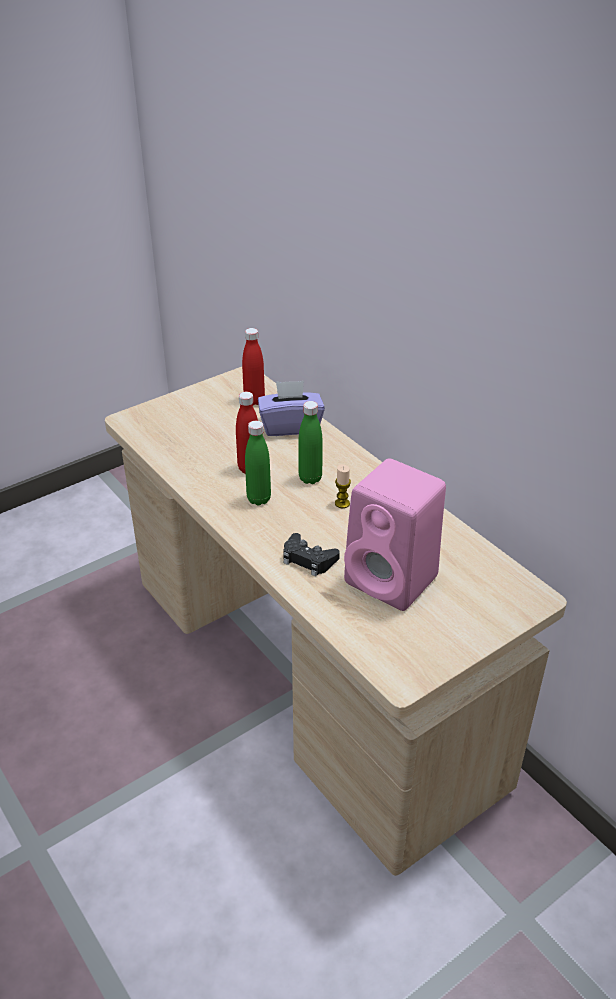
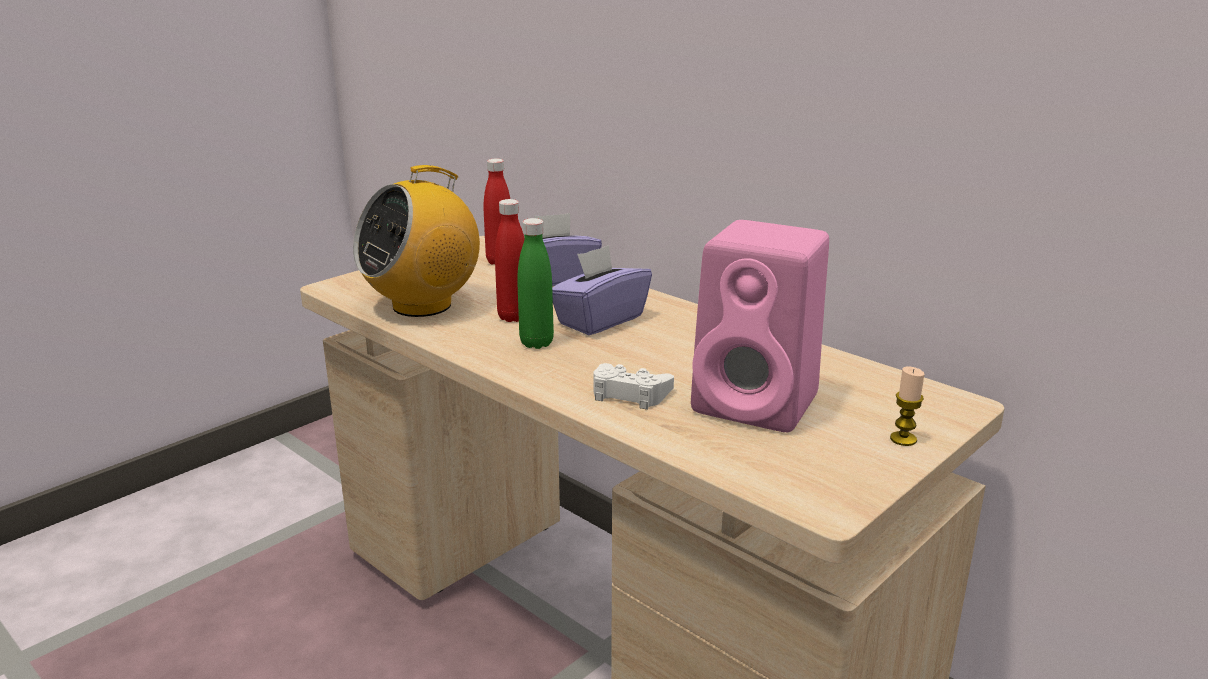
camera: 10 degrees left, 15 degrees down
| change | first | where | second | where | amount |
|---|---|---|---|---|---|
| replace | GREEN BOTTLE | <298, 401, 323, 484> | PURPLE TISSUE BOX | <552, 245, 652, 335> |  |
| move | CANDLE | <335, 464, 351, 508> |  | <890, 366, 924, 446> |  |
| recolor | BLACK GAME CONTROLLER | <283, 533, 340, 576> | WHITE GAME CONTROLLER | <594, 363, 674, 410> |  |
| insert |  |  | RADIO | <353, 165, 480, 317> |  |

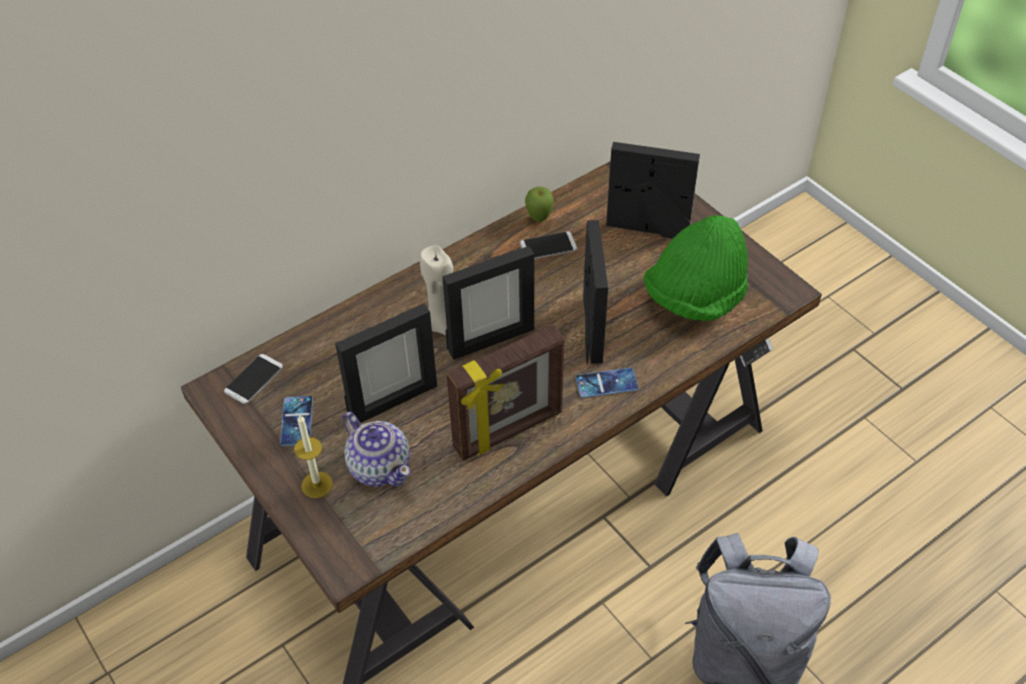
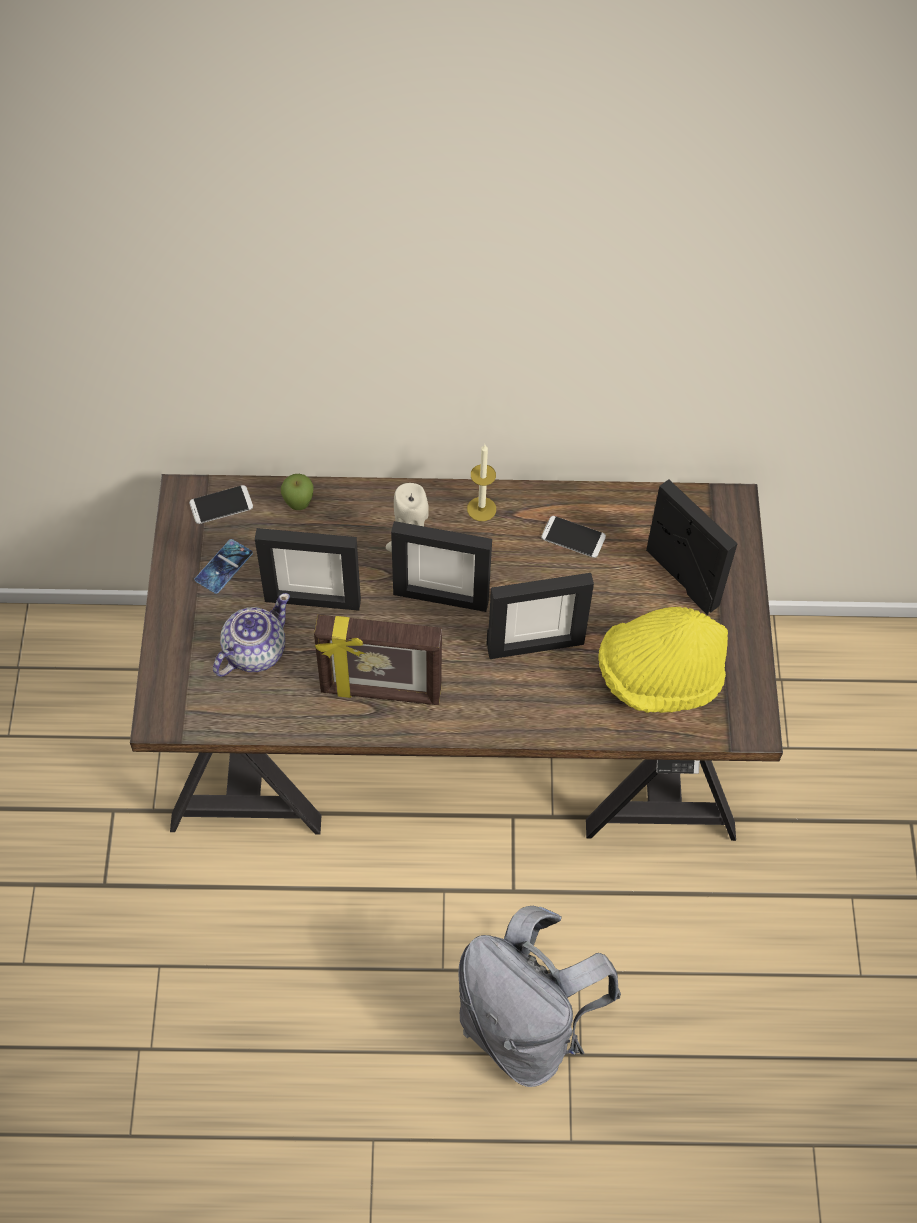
camera: 35 degrees right, 10 degrees up
| change | first | where | second | where | amount |
|---|---|---|---|---|---|
| move | APPLE | <525, 187, 554, 222> |  | <281, 474, 313, 510> |  |
| recolor | GREEN HAT | <644, 215, 748, 321> | YELLOW HAT | <598, 607, 728, 713> |  |
| rotate | PICTURE FRAME | <583, 220, 608, 364> |  | <486, 573, 594, 659> | 45 degrees clockwise |
| delete | PHONE | <576, 368, 639, 398> |  |  |  |
| rotate | TEAPOT | <342, 412, 410, 487> |  | <213, 593, 290, 677> | 135 degrees counterclockwise |
| move | CANDLE | <294, 414, 333, 498> |  | <467, 445, 496, 521> |  |

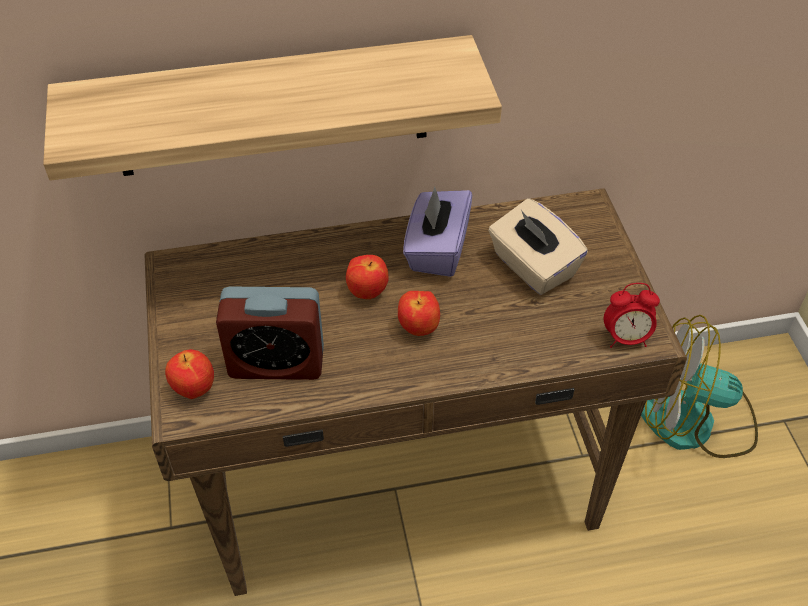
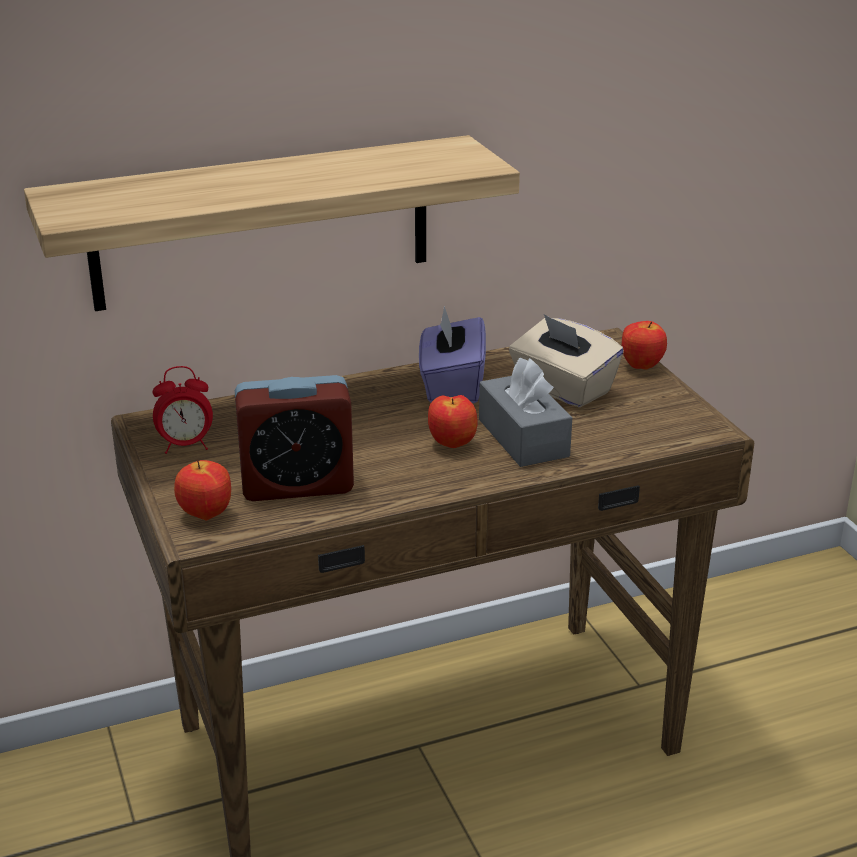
camera: 10 degrees left, 20 degrees down
| change | first | where | second | where | amount |
|---|---|---|---|---|---|
| move | APPLE | <346, 255, 389, 299> |  | <622, 321, 667, 370> |  |
| move | ALARM CLOCK | <604, 283, 660, 348> |  | <153, 366, 213, 454> |  |
| delete | FAN | <641, 315, 758, 458> |  |  |  |
| insert |  |  | GREY TISSUE BOX | <479, 358, 572, 467> |  |

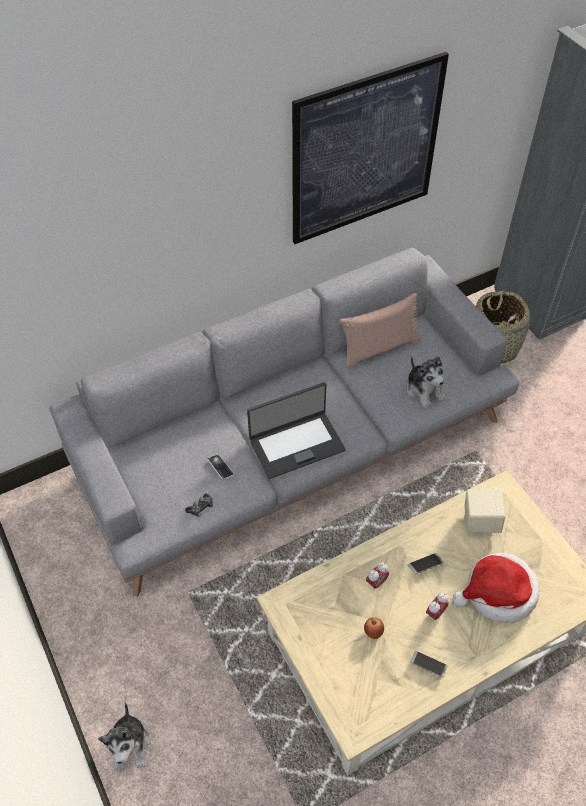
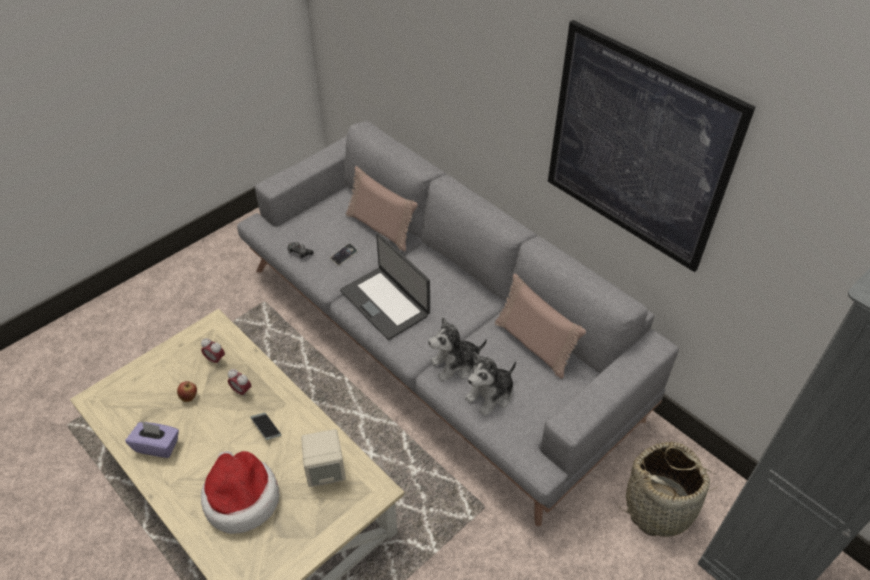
camera: 75 degrees right, 5 degrees down
| change | first | where | second | where | amount |
|---|---|---|---|---|---|
| move | ALARM CLOCK | <426, 593, 449, 622> |  | <201, 338, 225, 365> |  |
| replace | PHONE | <410, 651, 448, 678> | PURPLE TISSUE BOX | <125, 422, 179, 458> |  |
| move | PLUSH TOY | <98, 702, 151, 771> |  | <428, 317, 487, 381> |  |
| insert |  |  | BEIGE PILLOW | <345, 166, 418, 251> |  |

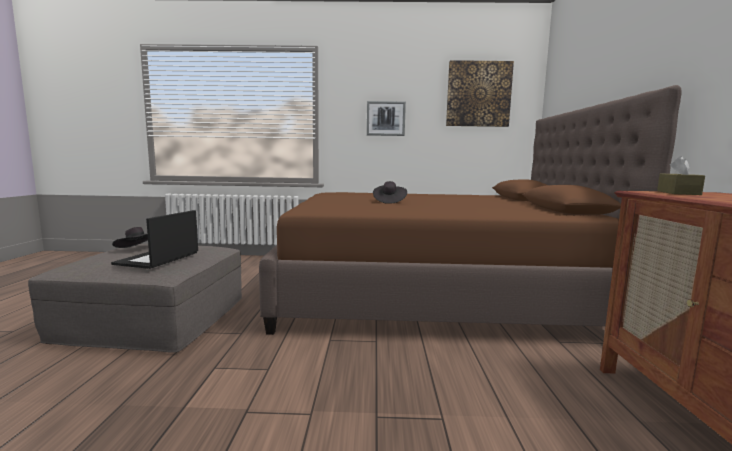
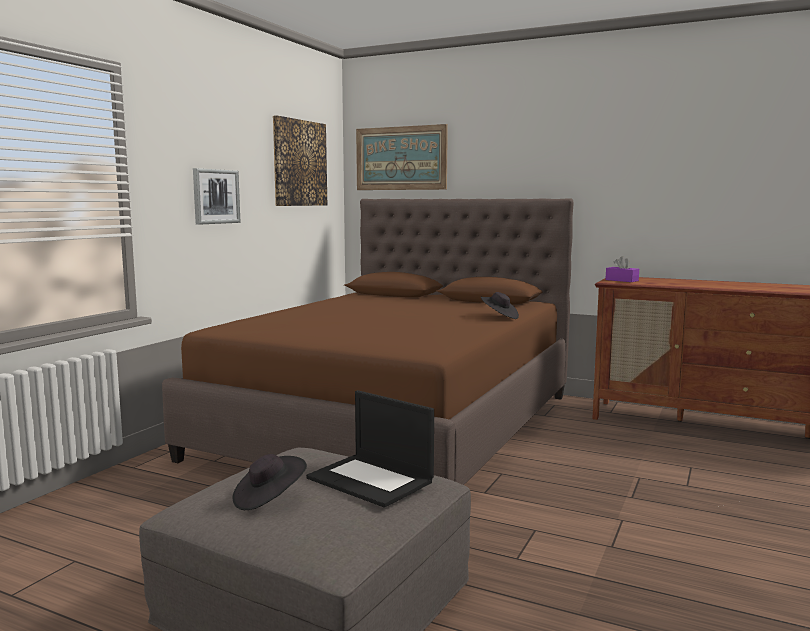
camera: 65 degrees left, 0 degrees up
| change | first | where | second | where | amount |
|---|---|---|---|---|---|
| recolor | BROWN TISSUE BOX | <657, 156, 705, 195> | PURPLE TISSUE BOX | <605, 256, 639, 282> |  |
| move | BLACK HAT | <373, 181, 407, 204> |  | <481, 292, 519, 319> |  |
| insert |  |  | PICTURE | <356, 124, 448, 190> |  |

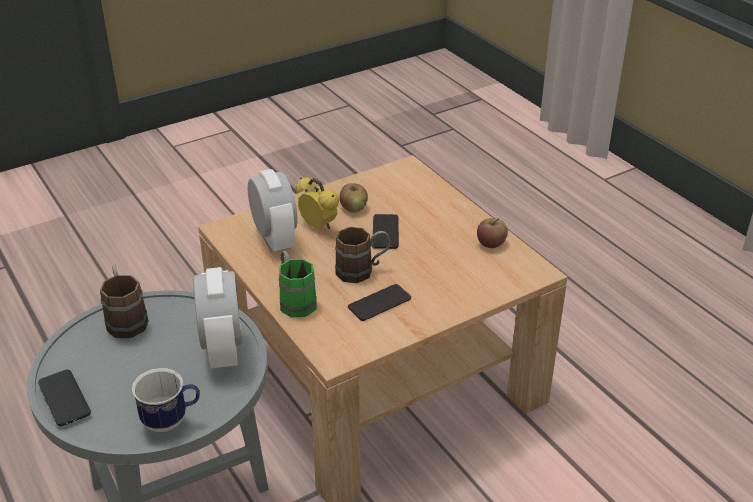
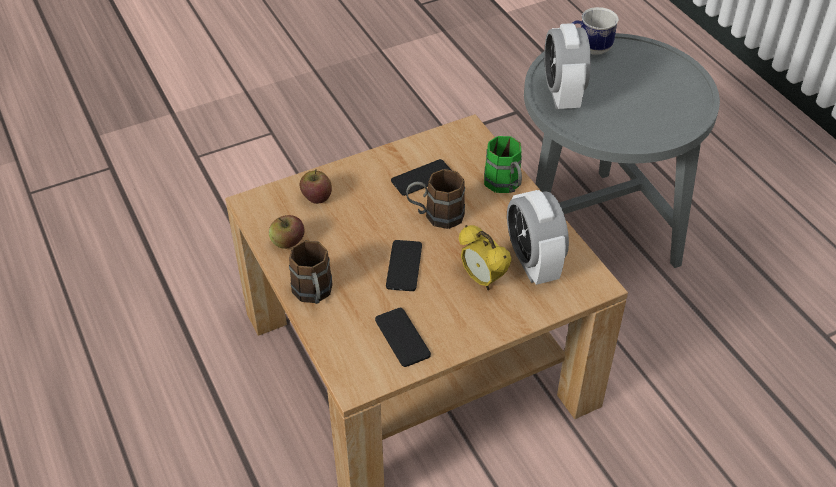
camera: 175 degrees left, 10 degrees up
| change | first | where | second | where | amount |
|---|---|---|---|---|---|
| move | APPLE | <339, 183, 368, 213> |  | <300, 169, 332, 204> |  |
| move | BROWN MUG | <100, 265, 149, 338> |  | <289, 241, 333, 304> |  |
| move | PHONE | <38, 369, 91, 426> |  | <375, 308, 431, 367> |  |

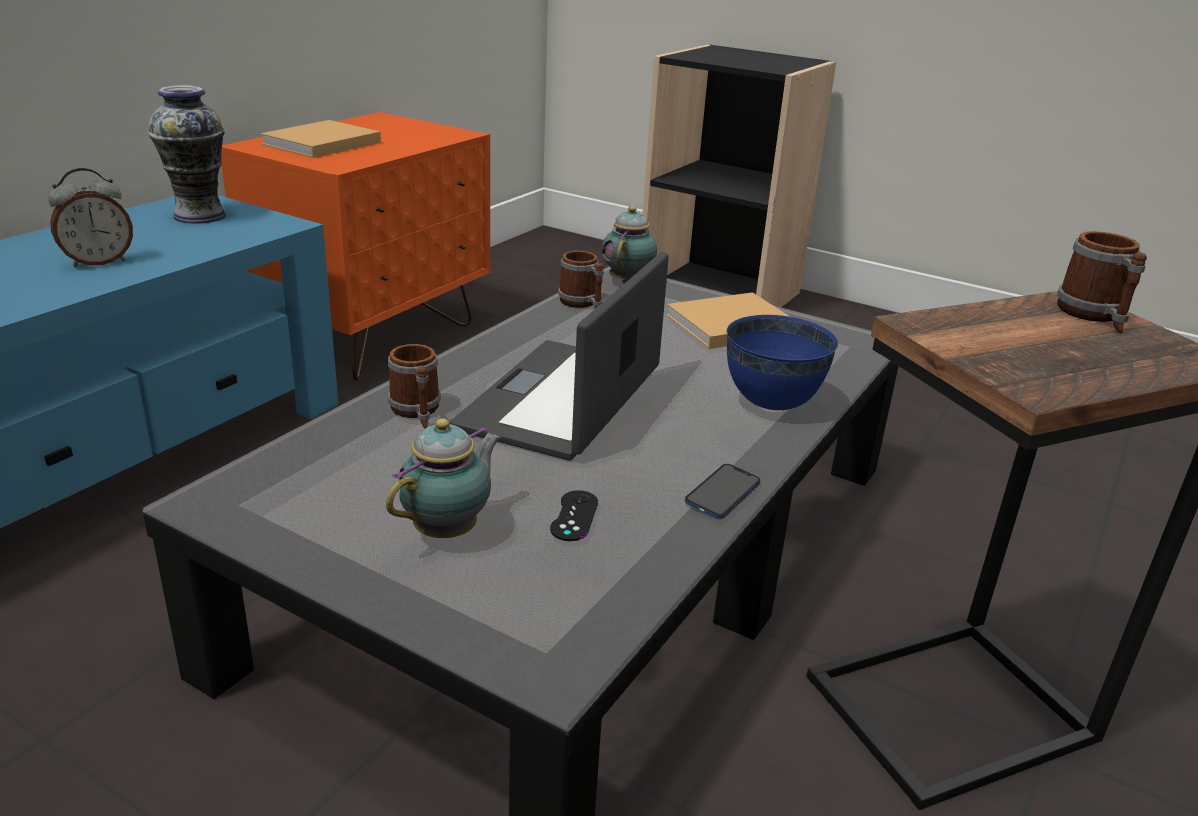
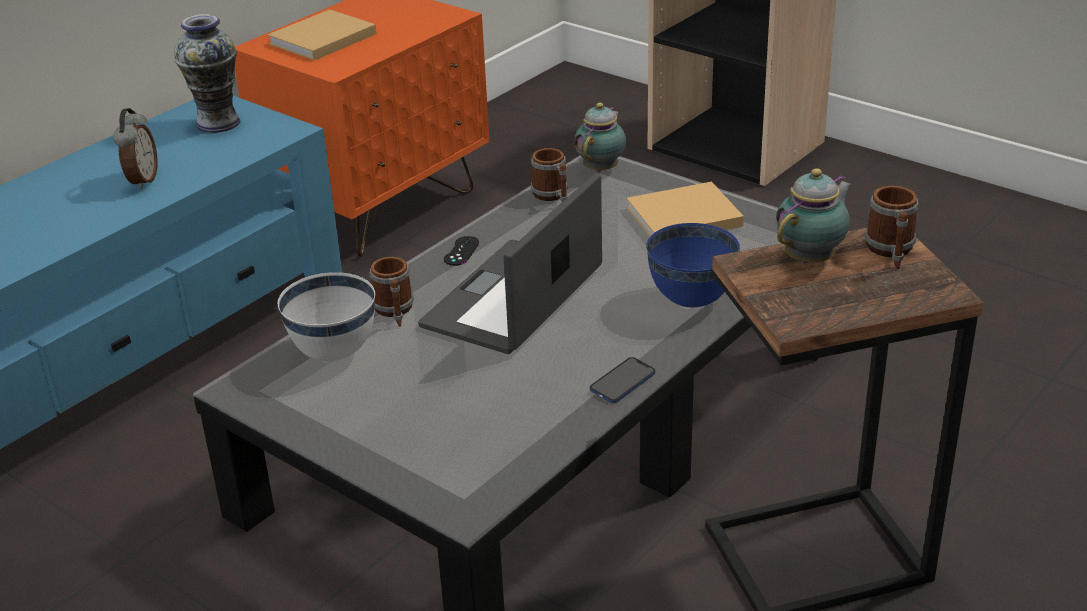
camera: 10 degrees right, 5 degrees up
| change | first | where | second | where | amount |
|---|---|---|---|---|---|
| rotate | ALARM CLOCK | <48, 168, 133, 268> |  | <113, 108, 157, 189> | 60 degrees counterclockwise |
| move | TEAPOT | <386, 418, 501, 538> |  | <776, 168, 853, 264> |  |
| move | BLACK GAME CONTROLLER | <550, 490, 598, 541> |  | <444, 236, 479, 266> |  |
| insert |  |  | WHITE BOWL | <277, 272, 375, 362> |  |

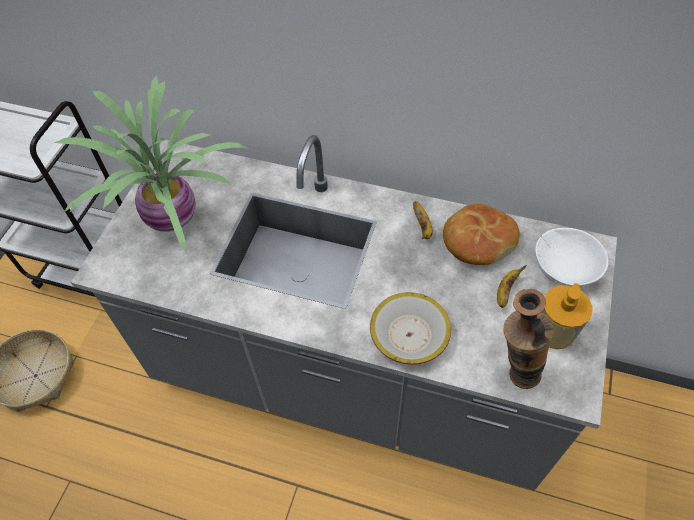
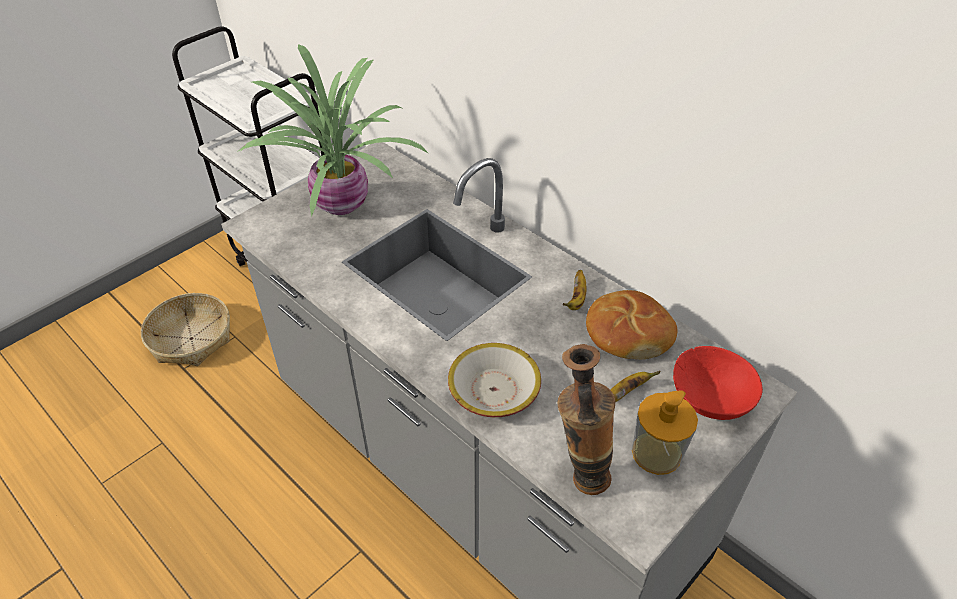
camera: 25 degrees right, 10 degrees down
| change | first | where | second | where | amount |
|---|---|---|---|---|---|
| recolor | WHITE BOWL | <535, 228, 608, 287> | RED BOWL | <673, 346, 763, 420> |  |

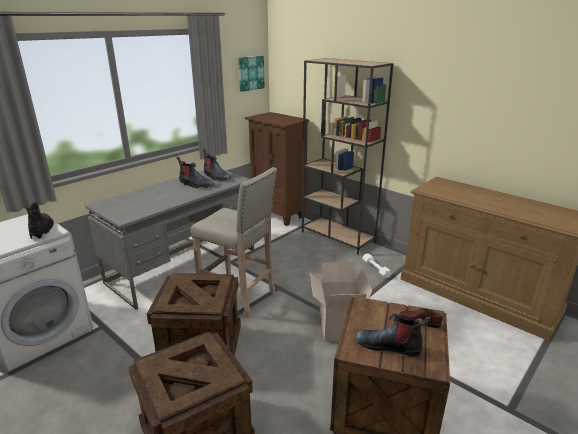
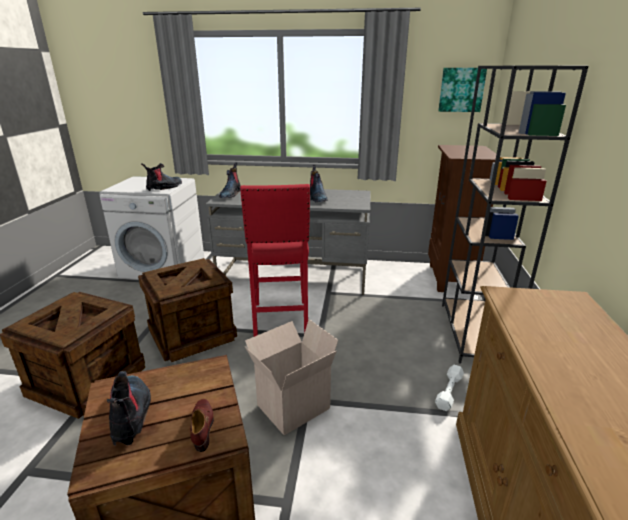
camera: 55 degrees right, 0 degrees up
| change | first | where | second | where | amount |
|---|---|---|---|---|---|
| move | BOOT | <203, 149, 231, 181> |  | <219, 162, 241, 198> |  |
| recolor | BEIGE STOOL | <190, 167, 278, 318> | RED STOOL | <240, 184, 310, 337> |  |

